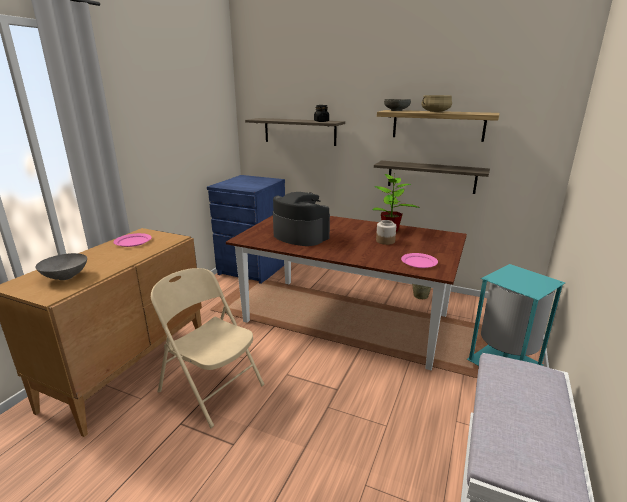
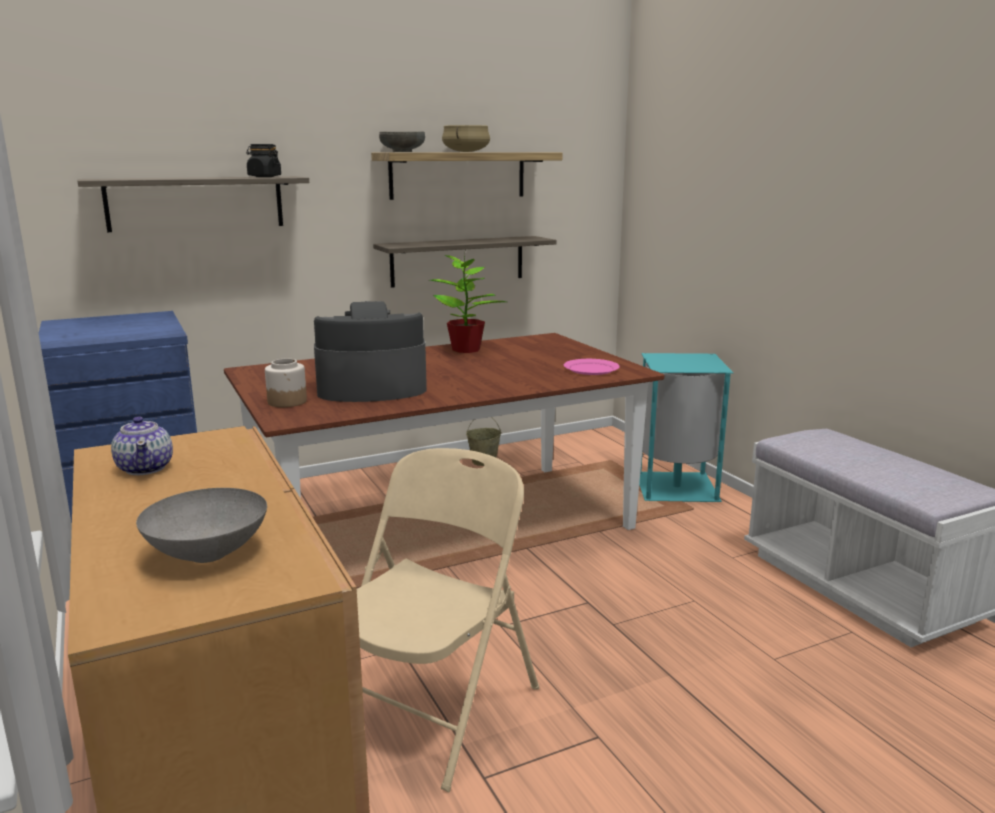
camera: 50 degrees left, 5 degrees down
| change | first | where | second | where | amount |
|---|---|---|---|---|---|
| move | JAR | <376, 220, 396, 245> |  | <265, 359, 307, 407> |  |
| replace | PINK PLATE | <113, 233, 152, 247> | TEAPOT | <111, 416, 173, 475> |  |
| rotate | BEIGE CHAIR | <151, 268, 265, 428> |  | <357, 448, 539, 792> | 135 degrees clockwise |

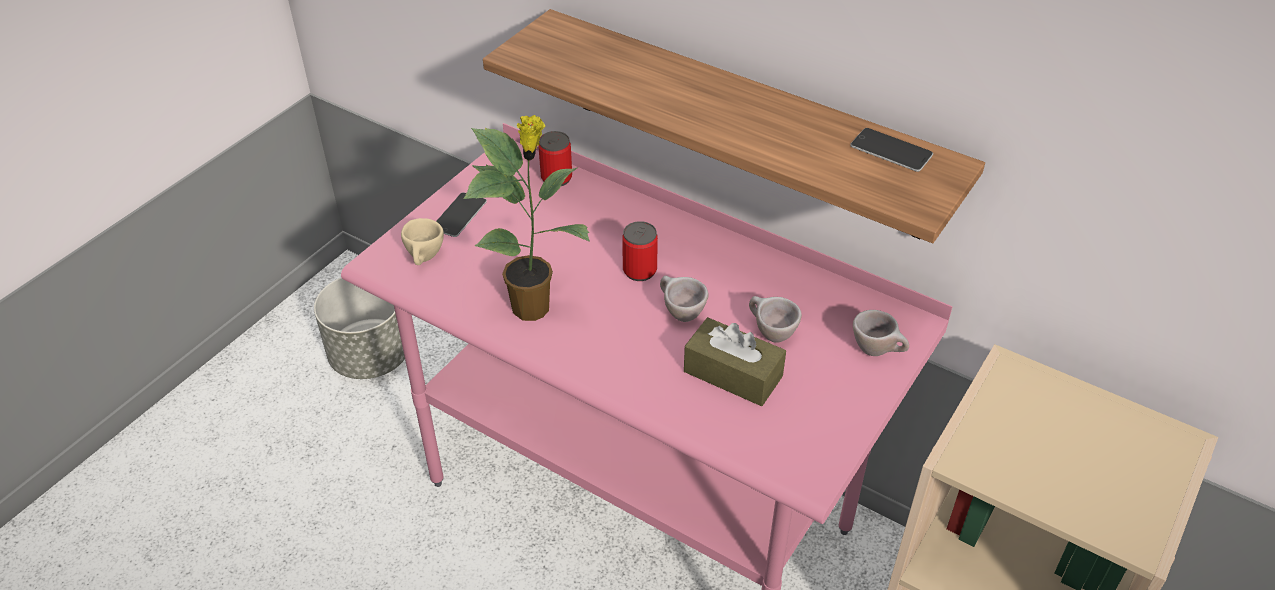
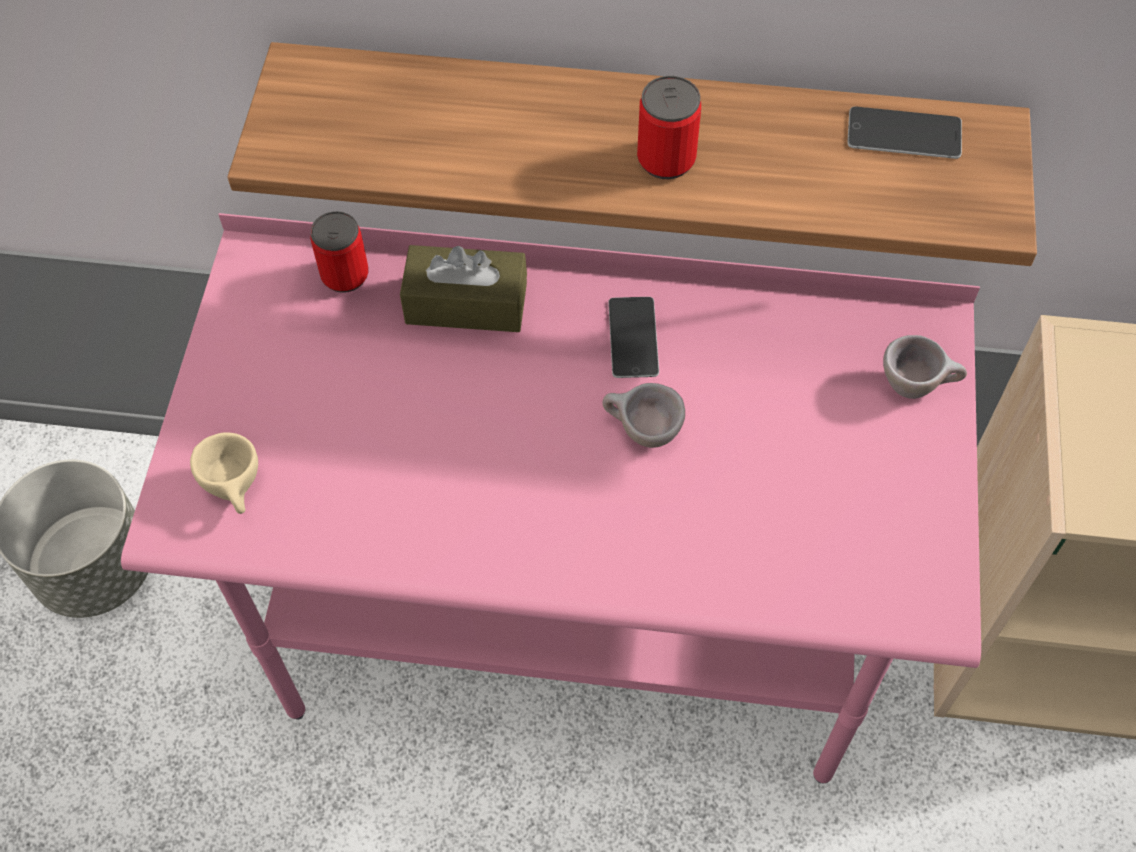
camera: 25 degrees left, 15 degrees up
| change | first | where | second | where | amount |
|---|---|---|---|---|---|
| delete | POTTED PLANT | <463, 115, 590, 321> |  |  |  |
| move | PHONE | <436, 192, 487, 237> |  | <608, 297, 659, 378> |  |
| move | CAN | <622, 221, 658, 281> |  | <637, 76, 701, 179> |  |
| delete | BEIGE CUP | <749, 296, 802, 343> |  |  |  |
| move | BROWN TISSUE BOX | <684, 317, 786, 406> |  | <400, 245, 527, 332> |  |

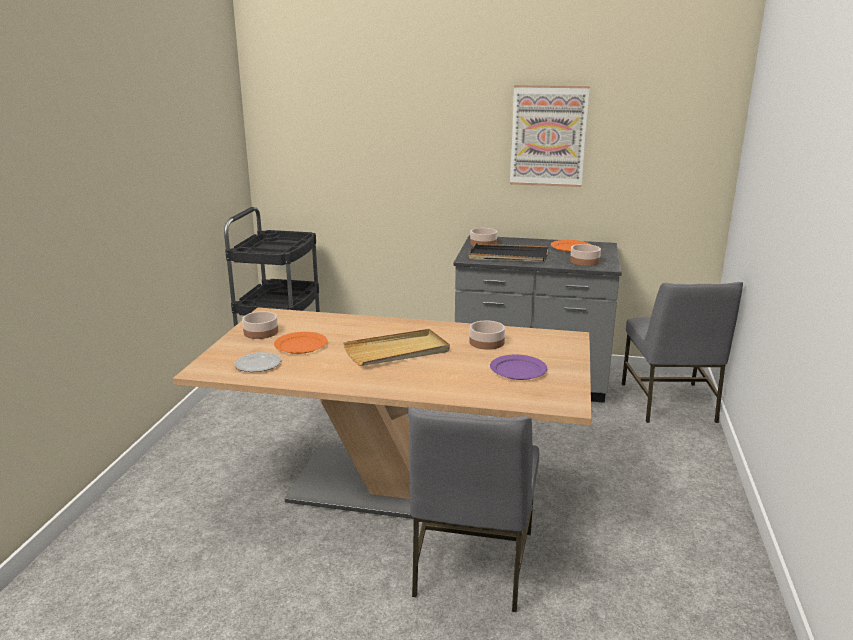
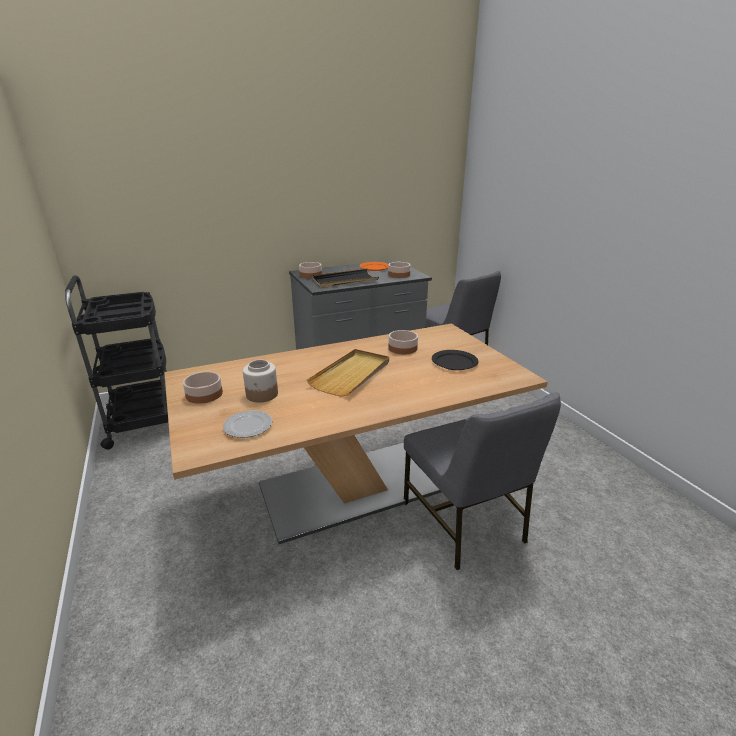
camera: 35 degrees left, 5 degrees up
| change | first | where | second | where | amount |
|---|---|---|---|---|---|
| delete | PICTURE | <510, 85, 590, 187> |  |  |  |
| replace | ORANGE PLATE | <274, 332, 328, 354> | JAR | <243, 360, 278, 403> |  |
| recolor | PURPLE PLATE | <490, 355, 547, 380> | BLACK PLATE | <432, 350, 478, 370> |  |

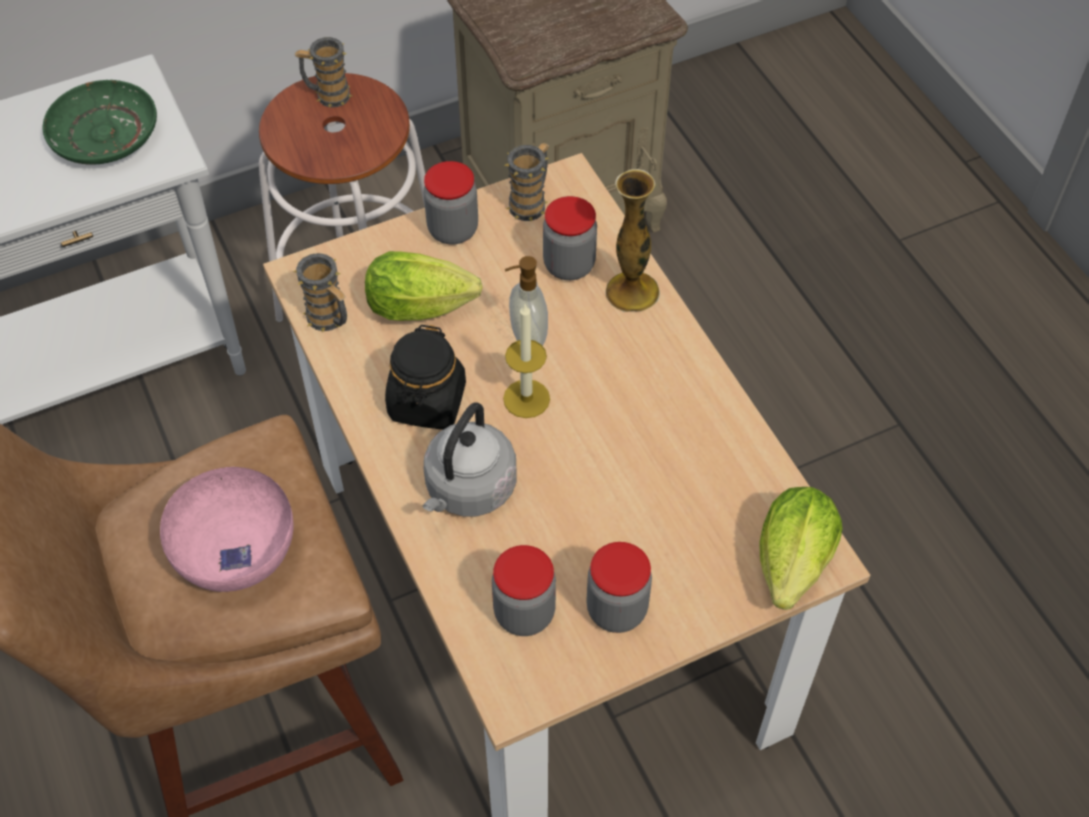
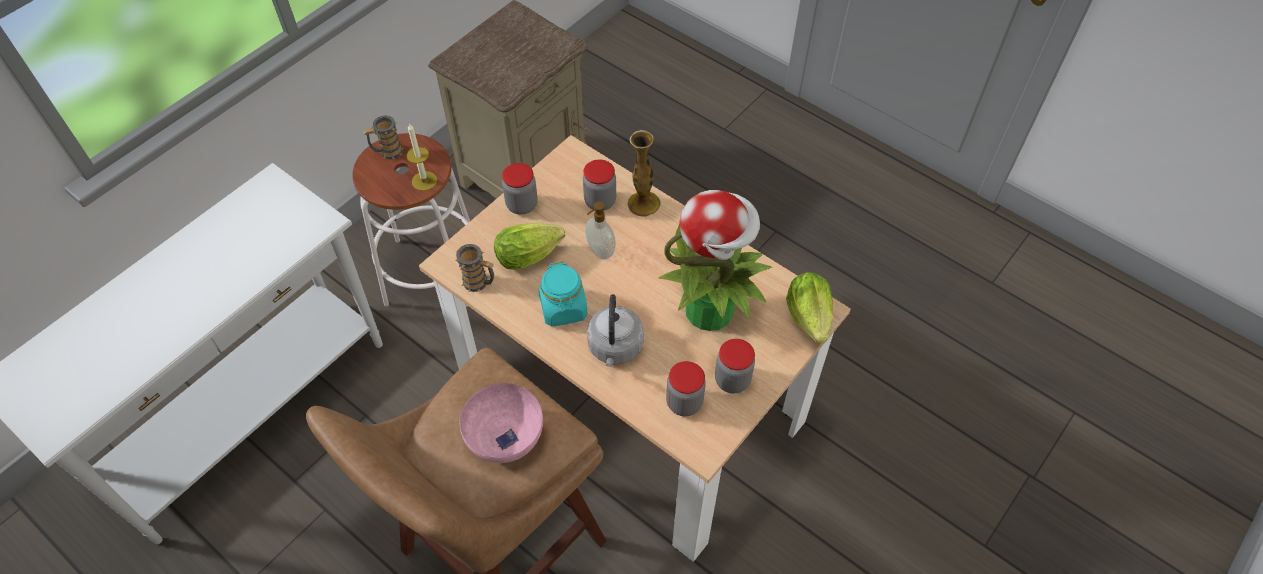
camera: 25 degrees left, 0 degrees up
| change | first | where | second | where | amount |
|---|---|---|---|---|---|
| delete | GREEN PLATE | <42, 80, 157, 165> |  |  |  |
| delete | MUG | <504, 143, 549, 221> |  |  |  |
| move | CANDLE | <503, 304, 550, 418> |  | <407, 123, 437, 191> |  |
| recolor | BLACK JAR | <385, 325, 466, 430> | TURQUOISE JAR | <539, 261, 588, 327> |  |
| insert |  |  | POTTED PLANT | <658, 190, 772, 331> |  |

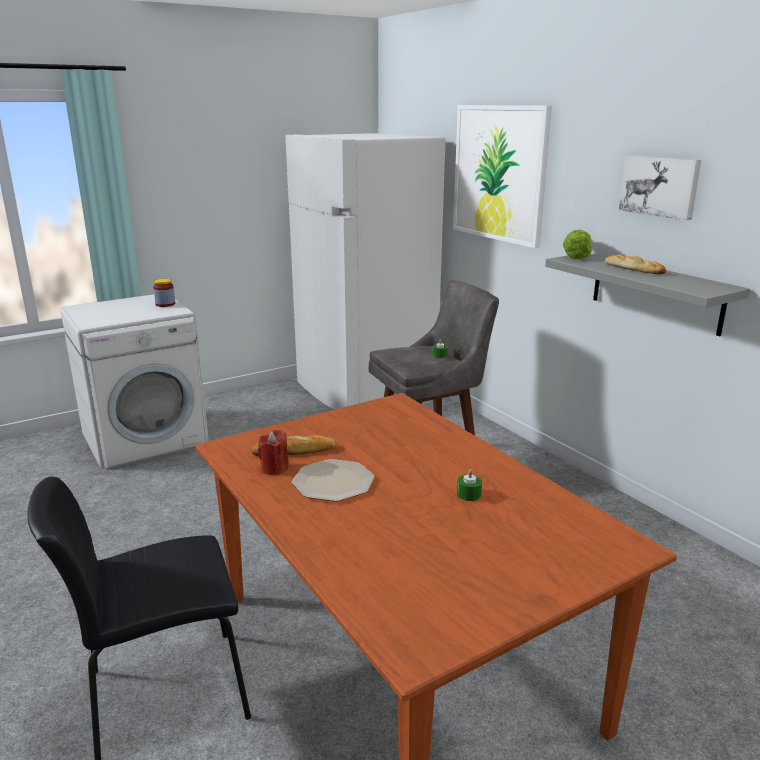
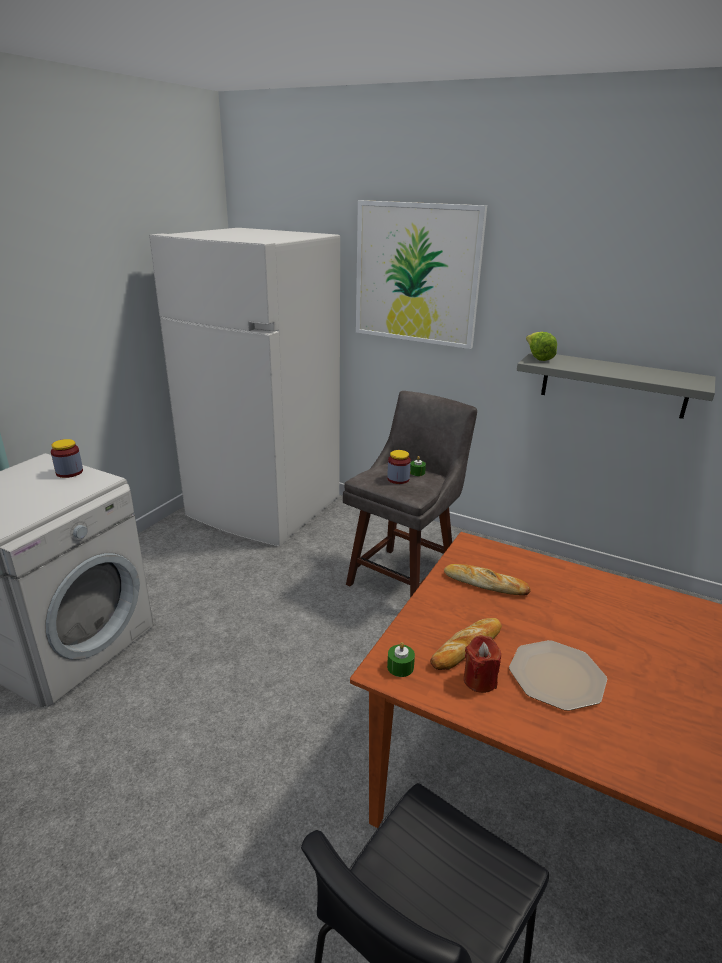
camera: 30 degrees left, 5 degrees up
| change | first | where | second | where | amount |
|---|---|---|---|---|---|
| delete | PICTURE | <619, 155, 701, 220> |  |  |  |
| move | BREAD | <605, 255, 666, 274> |  | <444, 564, 530, 596> |  |
| move | GREEN CANDLE | <457, 469, 482, 501> |  | <387, 642, 415, 677> |  |
| insert |  |  | JAR | <387, 450, 411, 484> |  |

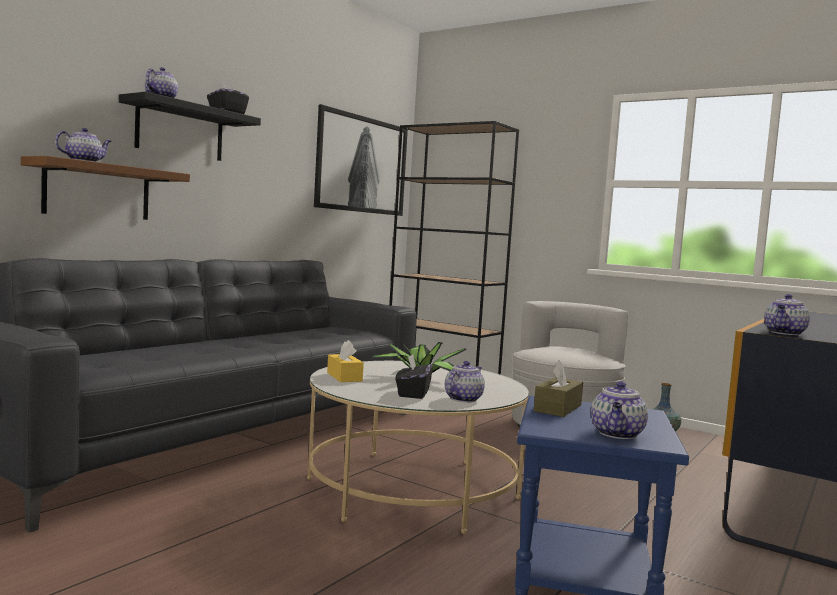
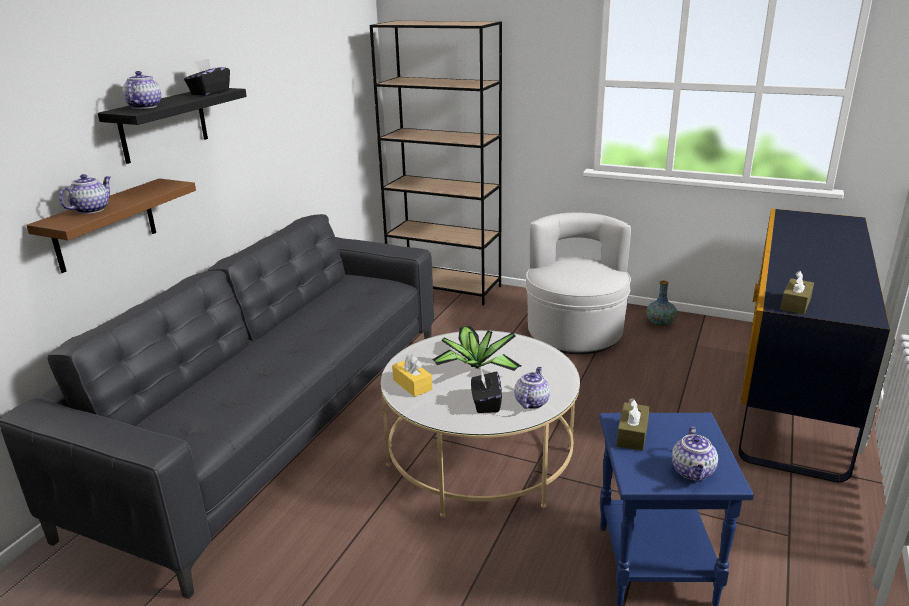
camera: 10 degrees left, 20 degrees up
| change | first | where | second | where | amount |
|---|---|---|---|---|---|
| delete | PICTURE | <314, 104, 408, 216> |  |  |  |
| replace | TEAPOT | <764, 294, 810, 335> | BROWN TISSUE BOX | <780, 271, 814, 314> |  |

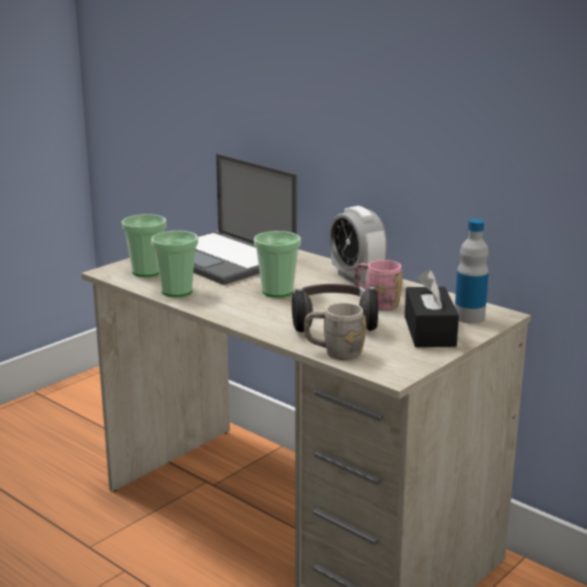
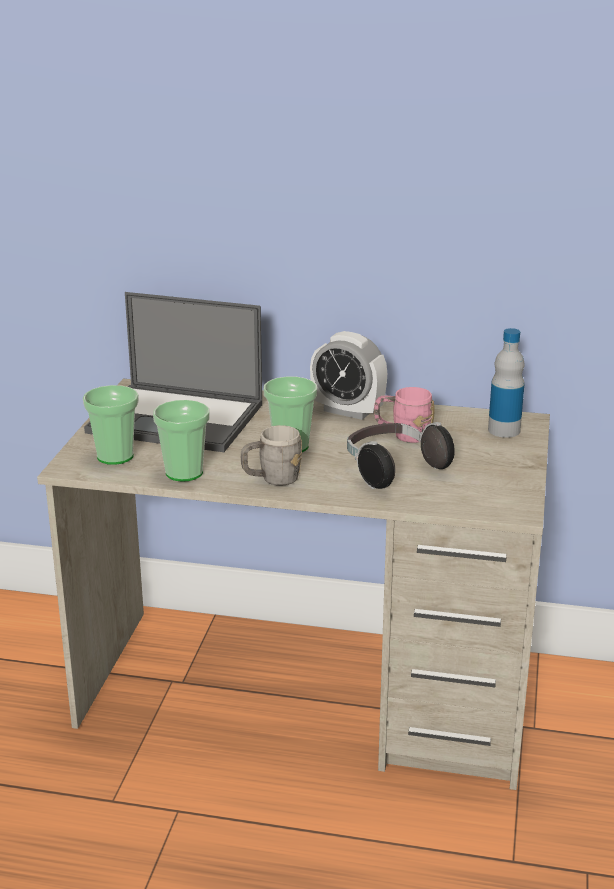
camera: 30 degrees left, 5 degrees up
| change | first | where | second | where | amount |
|---|---|---|---|---|---|
| delete | BLACK TISSUE BOX | <405, 269, 459, 347> |  |  |  |
| move | GREY MUG | <304, 303, 366, 360> |  | <241, 425, 302, 486> |  |

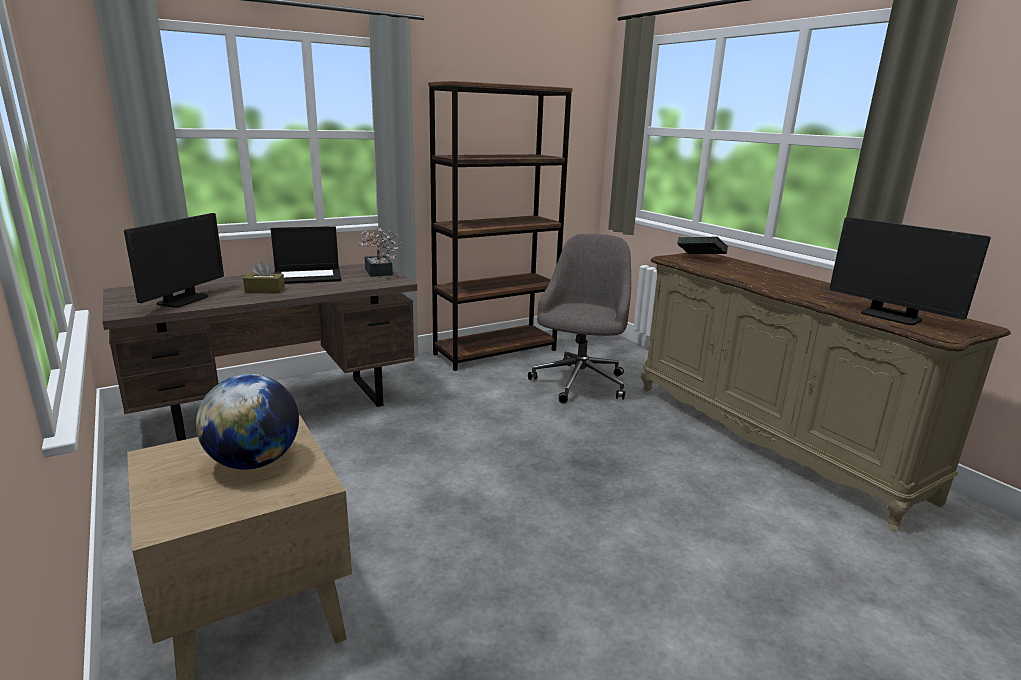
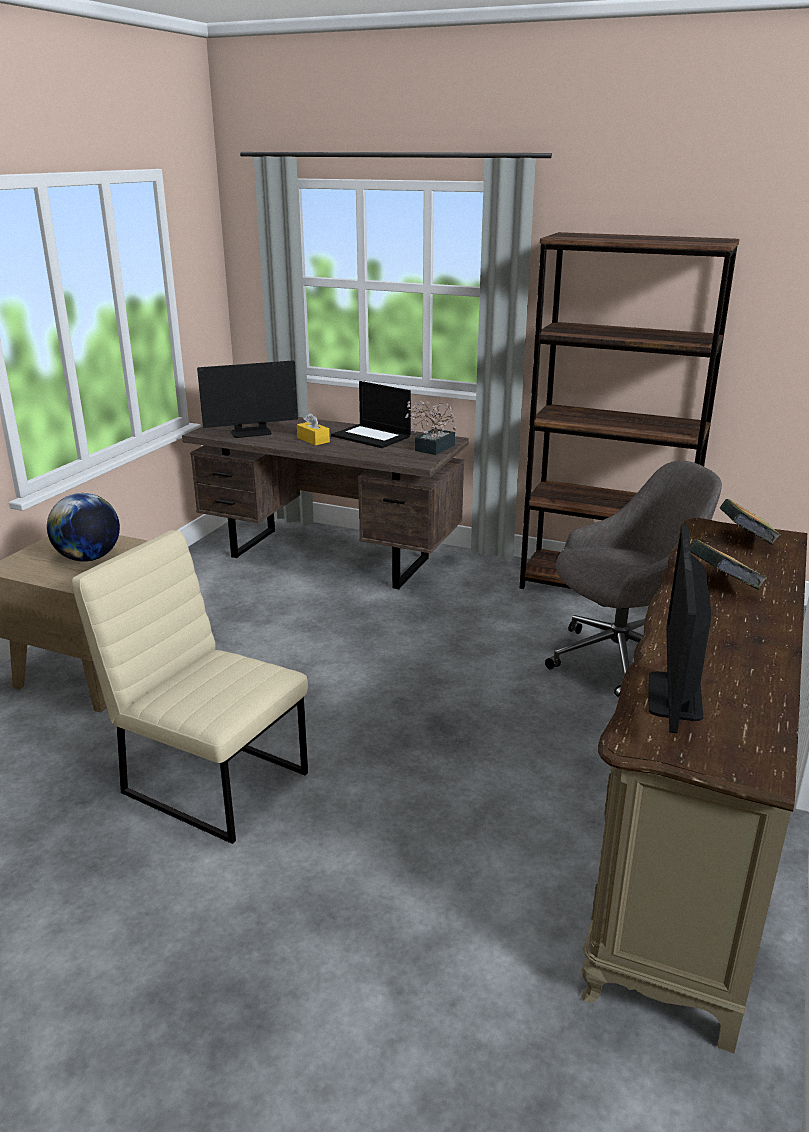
camera: 55 degrees right, 5 degrees up
| change | first | where | second | where | amount |
|---|---|---|---|---|---|
| recolor | BROWN TISSUE BOX | <243, 262, 285, 293> | YELLOW TISSUE BOX | <297, 413, 330, 445> |  |
| insert |  |  | BEIGE CHAIR | <72, 530, 308, 844> |  |
| insert |  |  | BOOK | <690, 539, 767, 590> |  |

